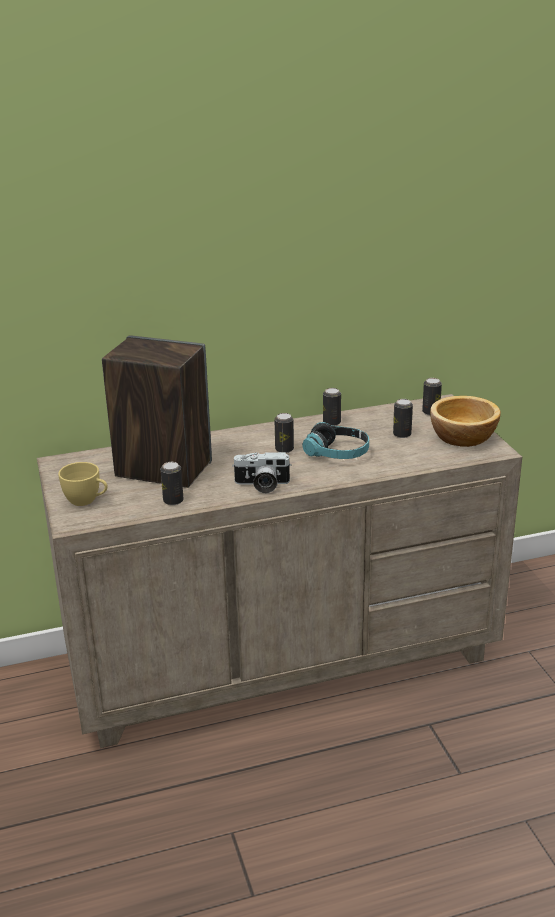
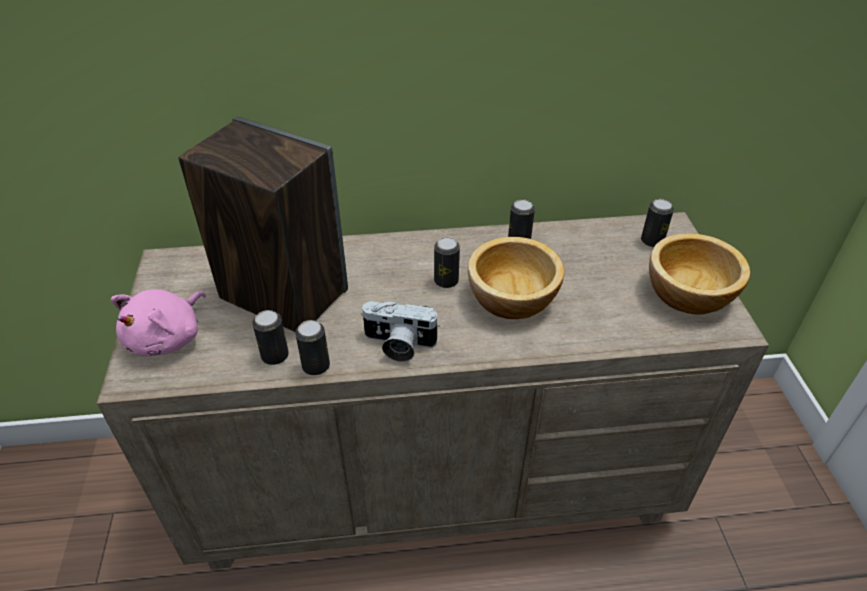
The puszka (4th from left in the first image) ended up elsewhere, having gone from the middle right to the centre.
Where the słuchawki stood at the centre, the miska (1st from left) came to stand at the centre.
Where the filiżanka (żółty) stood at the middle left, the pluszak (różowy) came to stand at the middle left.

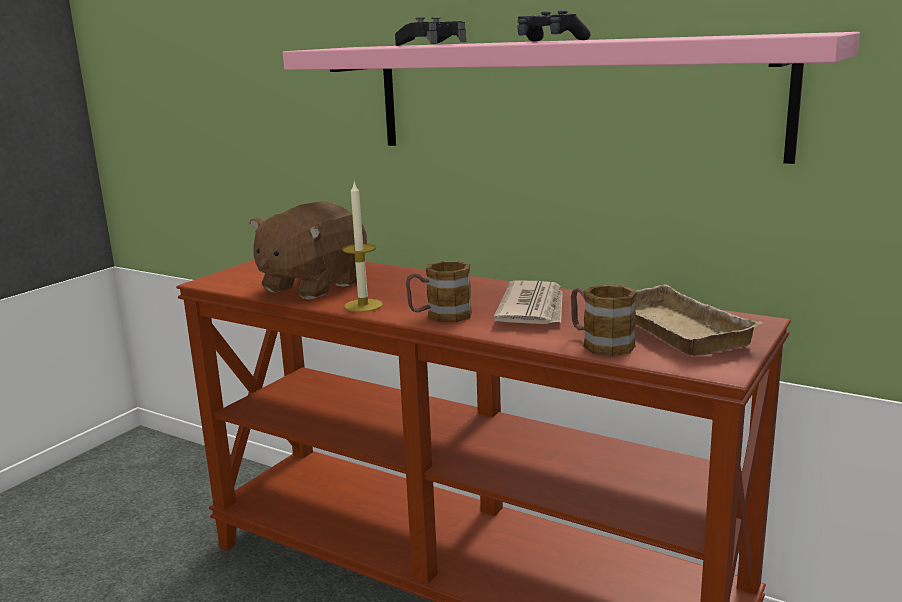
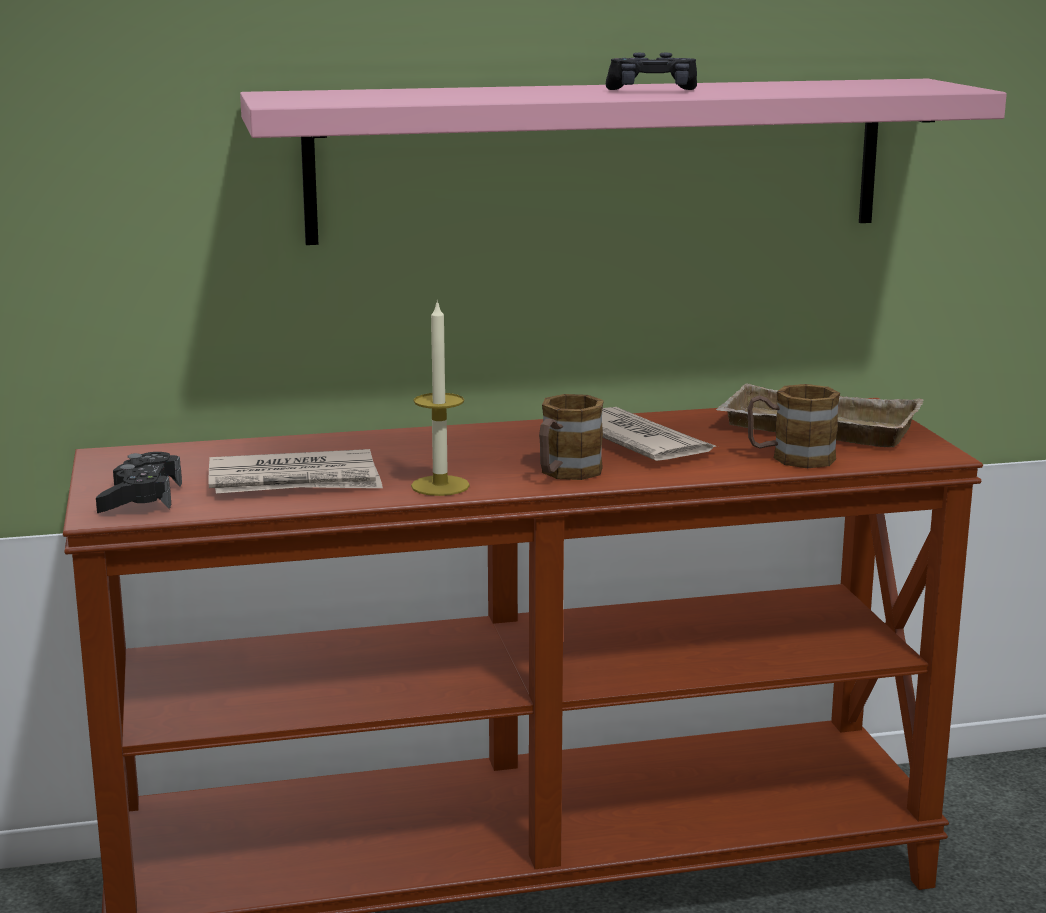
The pad do gier (czarny) (1st from left) ended up elsewhere, having gone from the top centre to the middle left.
Where the pluszak (brązowy) stood at the centre, the gazeta (1st from left) came to stand at the middle left.

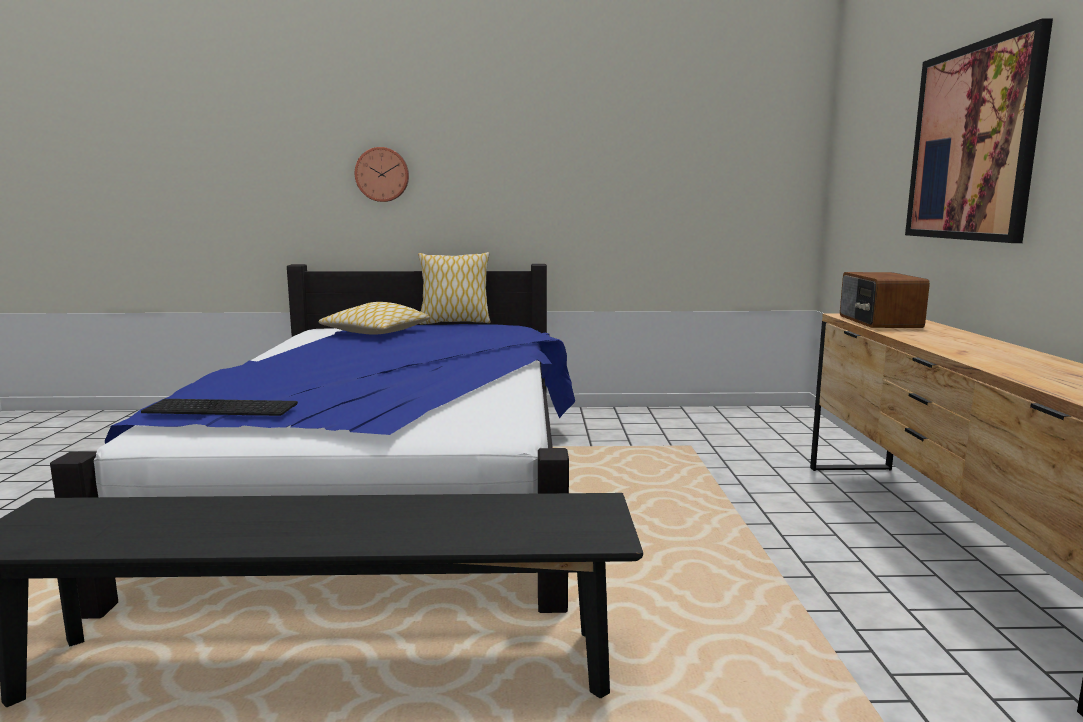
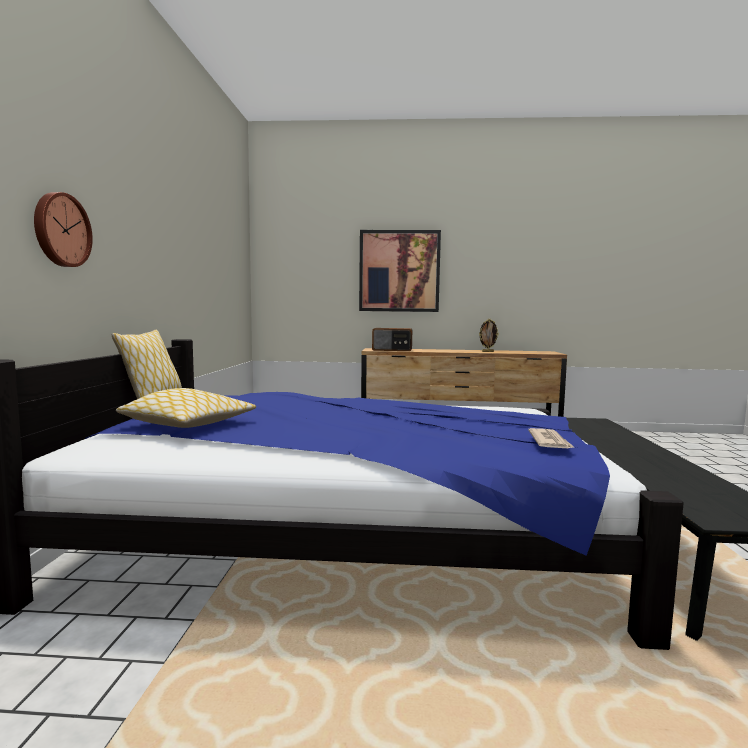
Where the klawiatura stood at the middle left, the gazeta came to stand at the middle right.
The second view gained the ramka na zdjęcie at the centre.

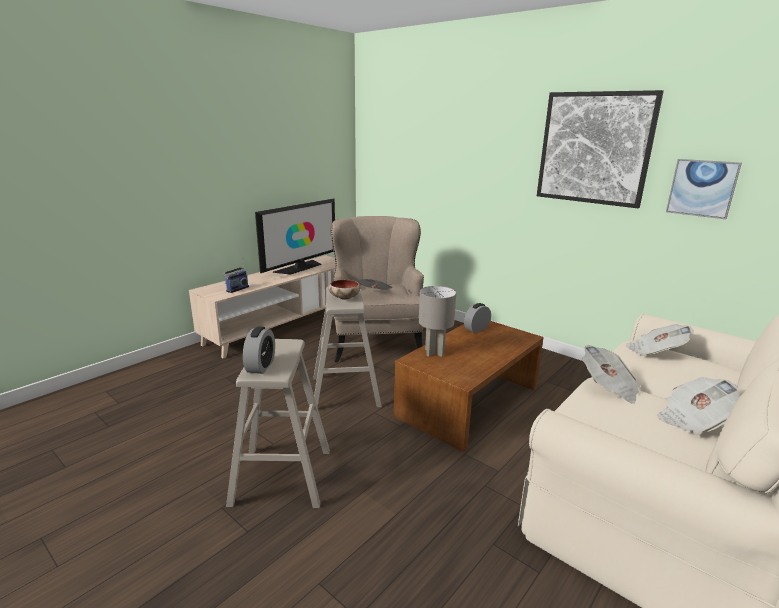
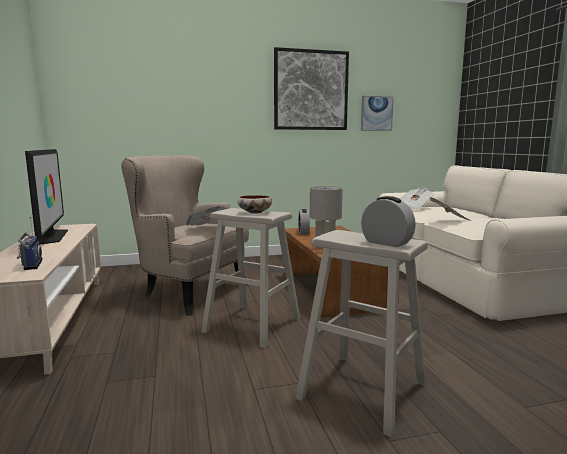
The second view lost the gazeta (4th from left) at the bottom right.

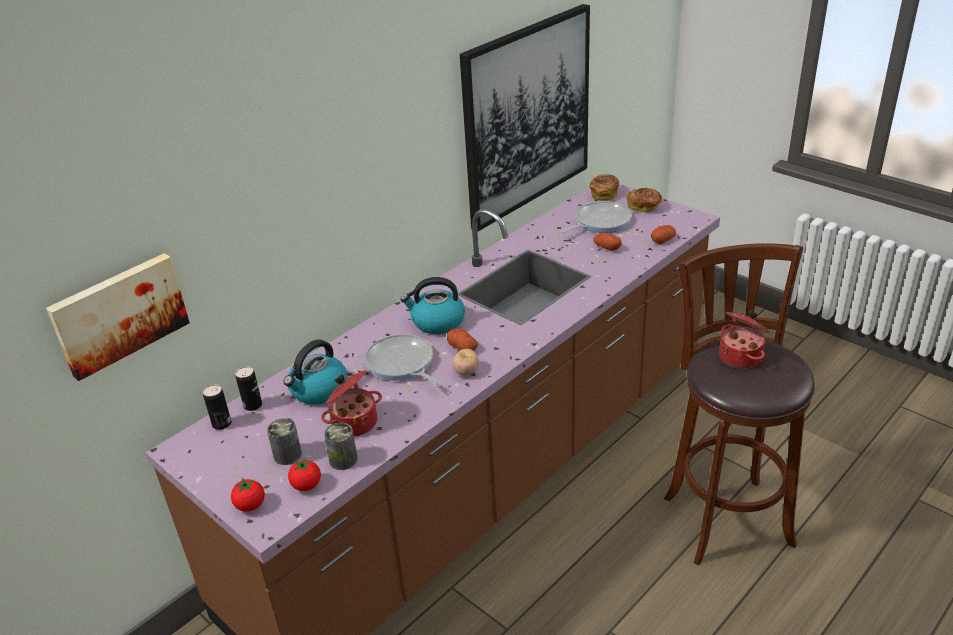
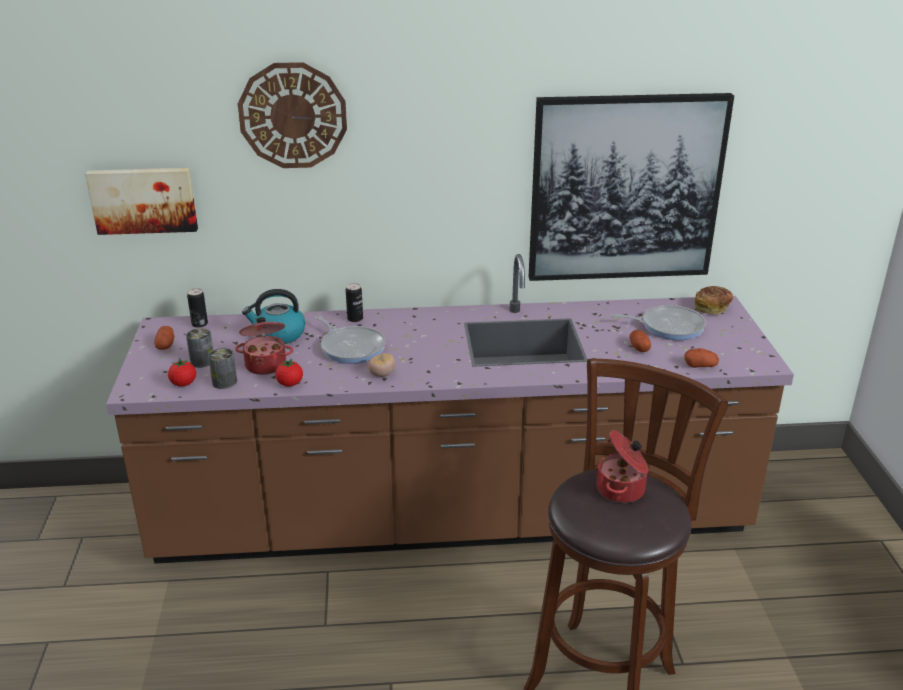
The second view lost the chleb (2nd from left) at the top right.
The second view lost the czajnik (2nd from left) at the centre.
The ziemniak (1st from left) ended up elsewhere, having gone from the centre to the middle left.
The patelnia (1st from left) at the centre ended up facing another way, 135 degrees clockwise from before.
The puszka (2nd from left in the first image) ended up elsewhere, having gone from the middle left to the centre.
The pomidor (1st from left in the first image) ended up elsewhere, having gone from the bottom left to the middle left.
The second view gained the zegar ścienny at the top left.

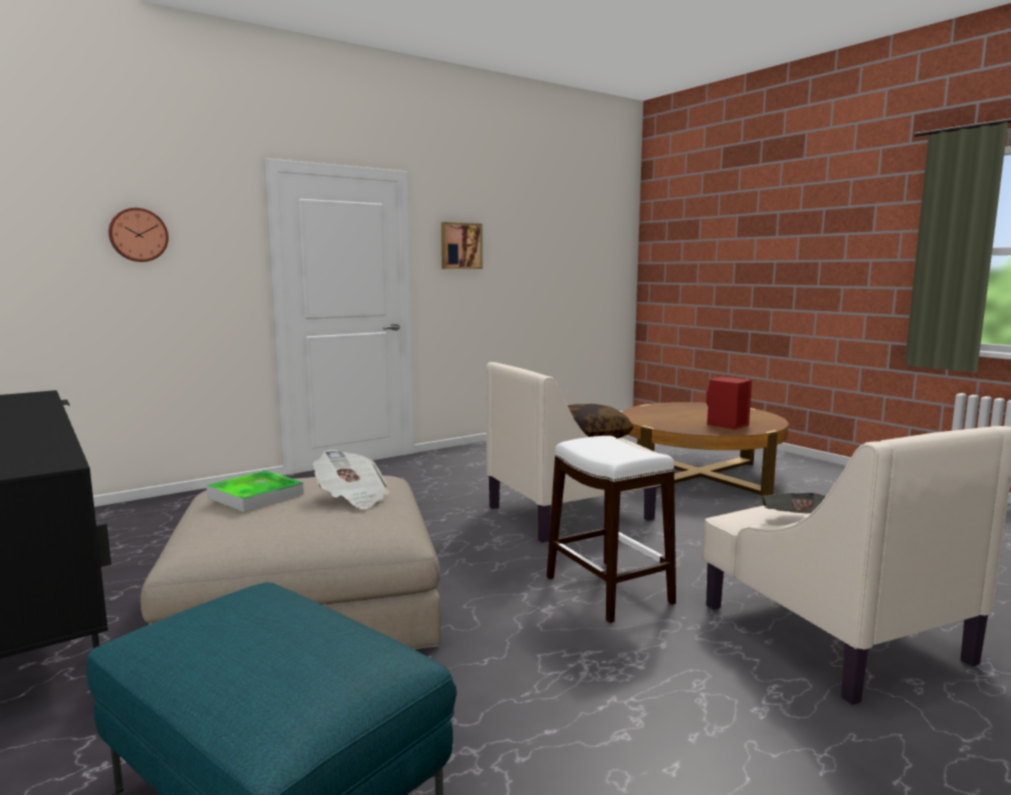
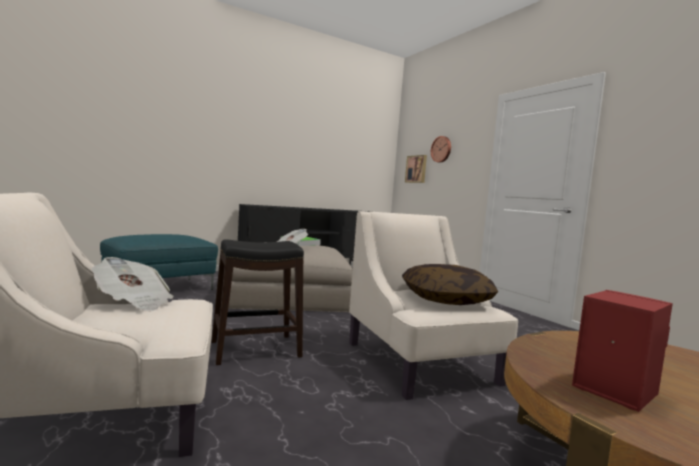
The obraz ended up elsewhere, having gone from the top centre to the centre.
What was the stołek (biały) at the centre turned into the stołek (czarny) at the centre.

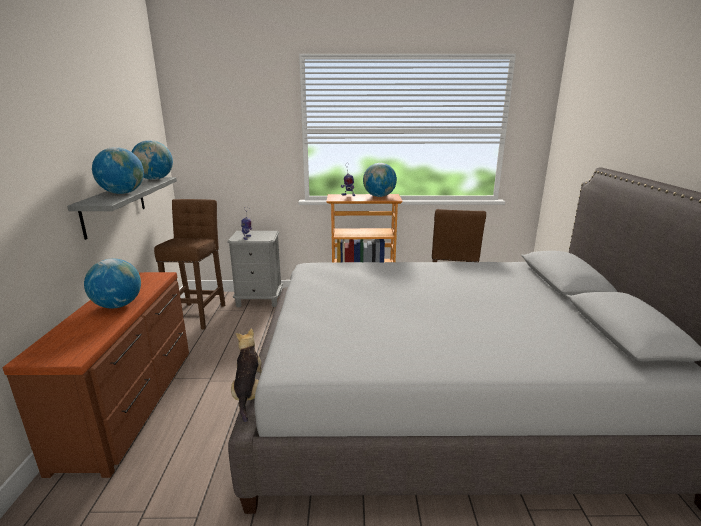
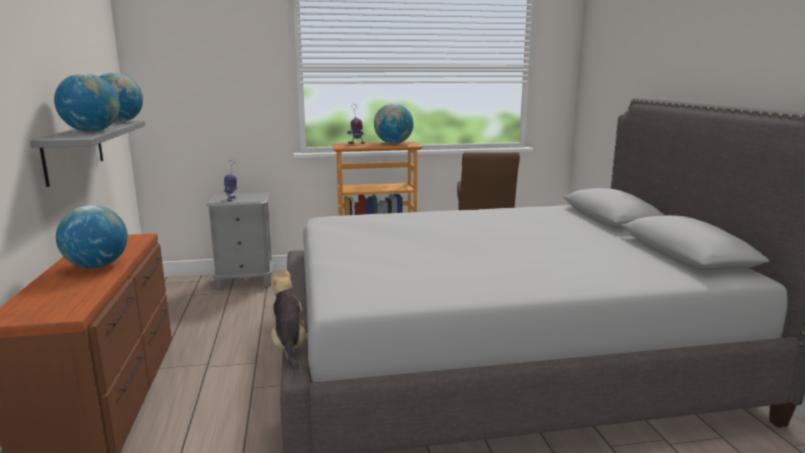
The second view lost the stołek (brązowy) (1st from left) at the middle left.

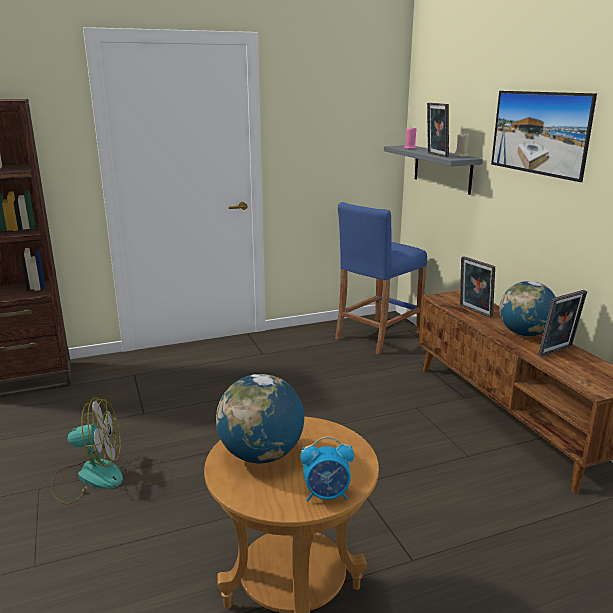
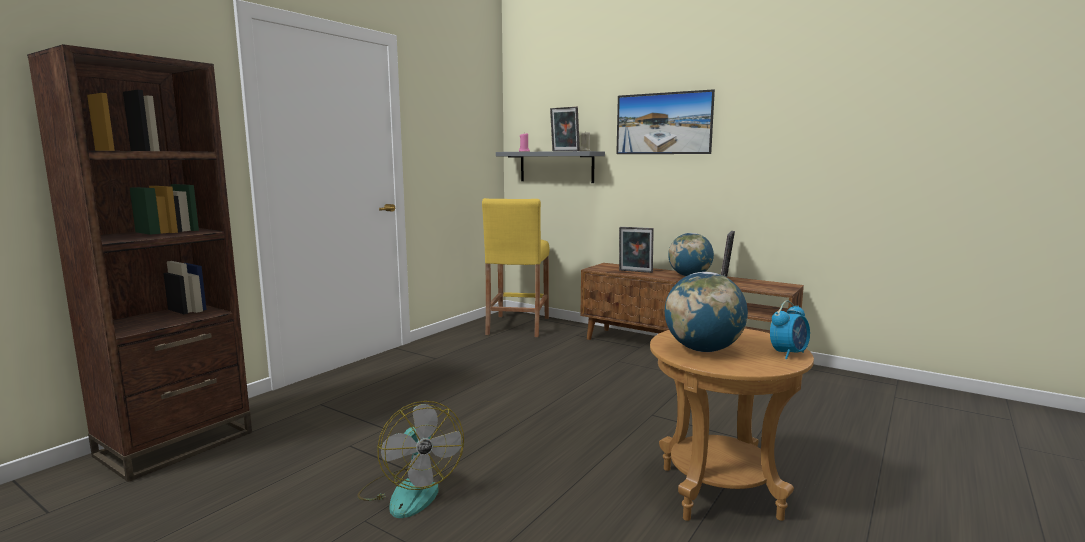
What was the stołek (niebieski) at the centre turned into the stołek (żółty) at the centre.
The wentylator at the bottom left ended up facing another way, 105 degrees clockwise from before.

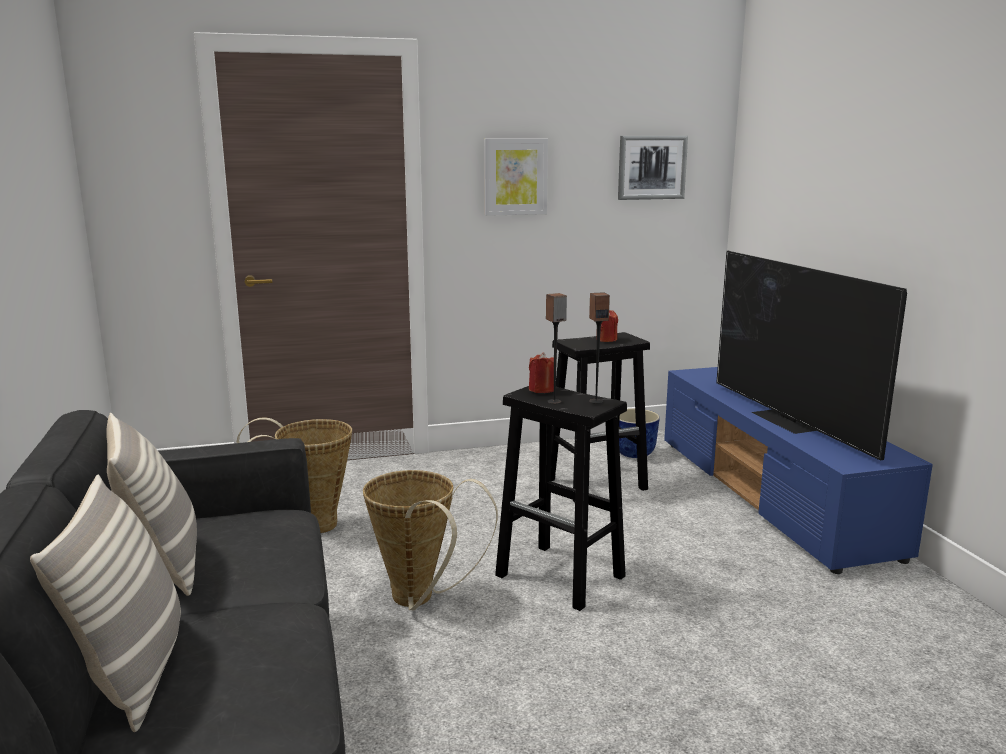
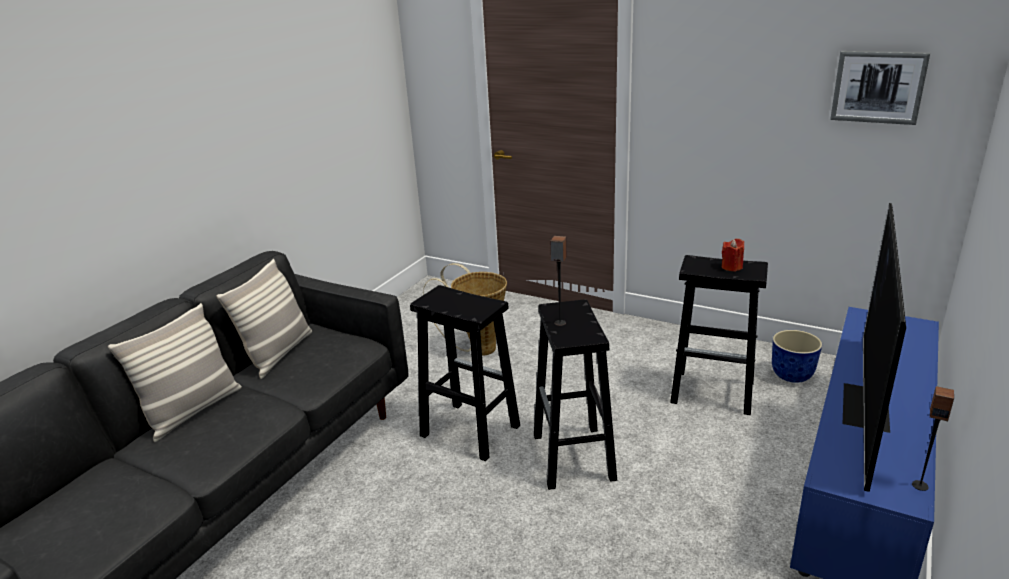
The second view lost the obraz (1st from left) at the top centre.
The głośnik (2nd from left) ended up elsewhere, having gone from the centre to the bottom right.
The second view lost the świeca (czerwony) (1st from left) at the centre.
Where the koszyk (2nd from left) stood at the bottom centre, the stołek (czarny) (1st from left) came to stand at the centre.

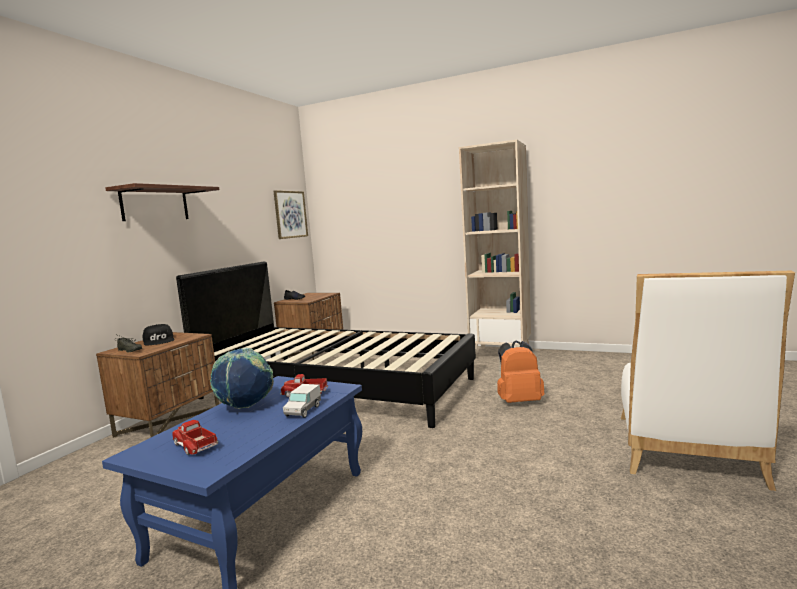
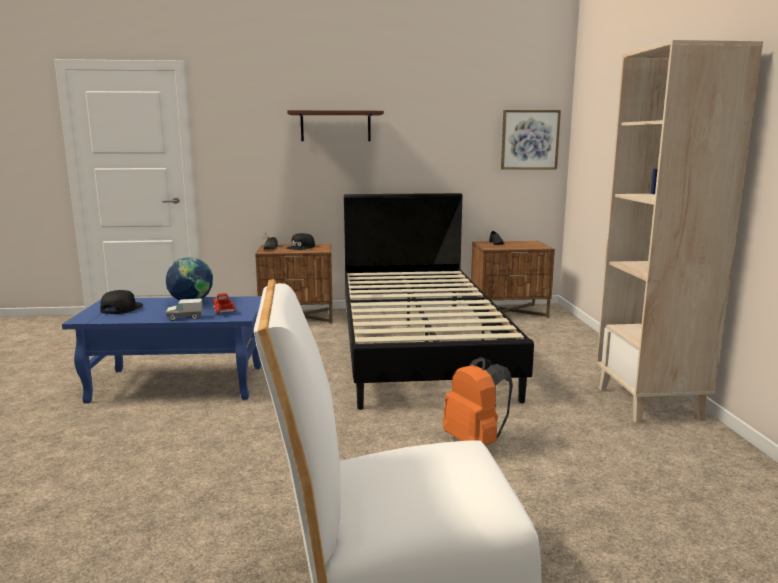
Where the ciężarówka zabawkowa (1st from left) stood at the bottom left, the czapka z daszkiem (czarny) (1st from left) came to stand at the middle left.

